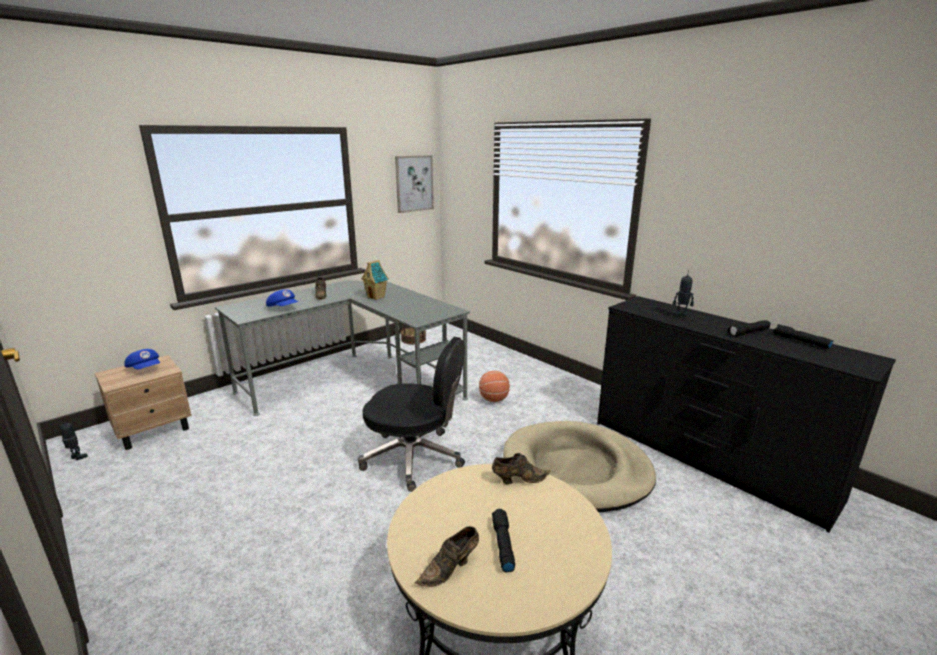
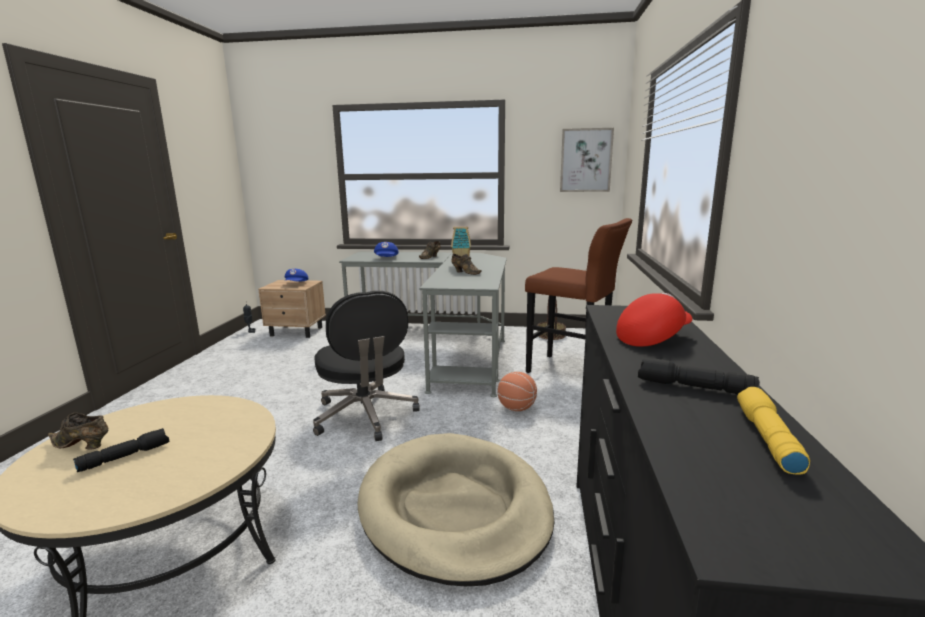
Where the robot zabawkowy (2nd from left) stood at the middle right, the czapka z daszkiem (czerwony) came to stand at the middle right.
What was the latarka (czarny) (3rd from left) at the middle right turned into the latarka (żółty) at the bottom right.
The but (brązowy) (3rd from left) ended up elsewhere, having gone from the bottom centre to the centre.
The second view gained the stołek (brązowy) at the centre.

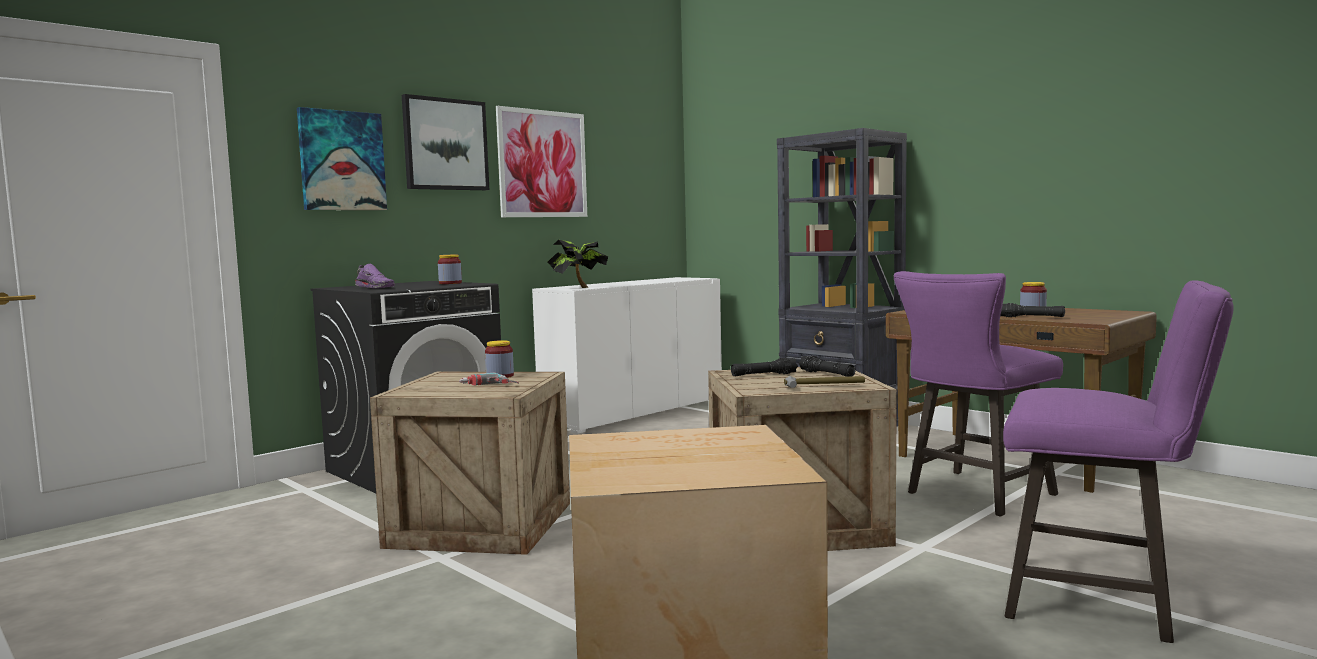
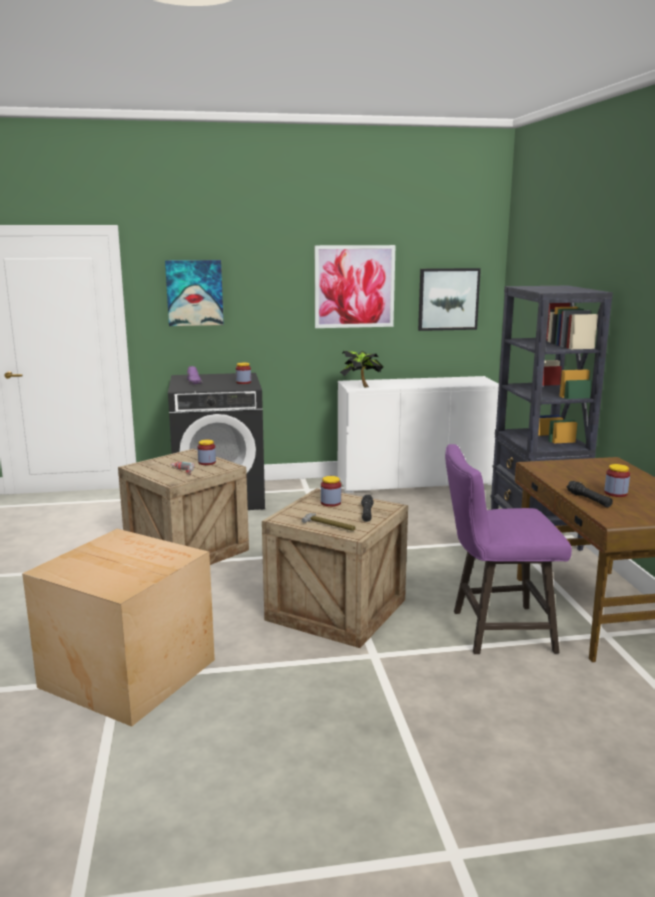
The obraz (2nd from left in the first image) ended up elsewhere, having gone from the top centre to the middle right.
The second view lost the stołek (fioletowy) (2nd from left) at the bottom right.
Where the latarka (czarny) (1st from left) stood at the centre, the słoik (3rd from left) came to stand at the centre.

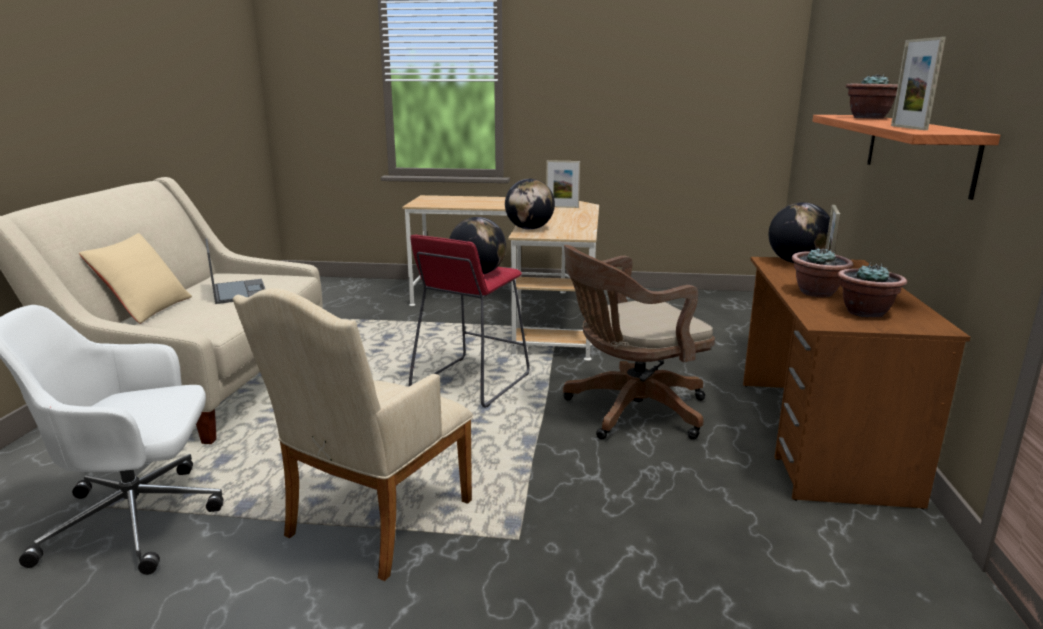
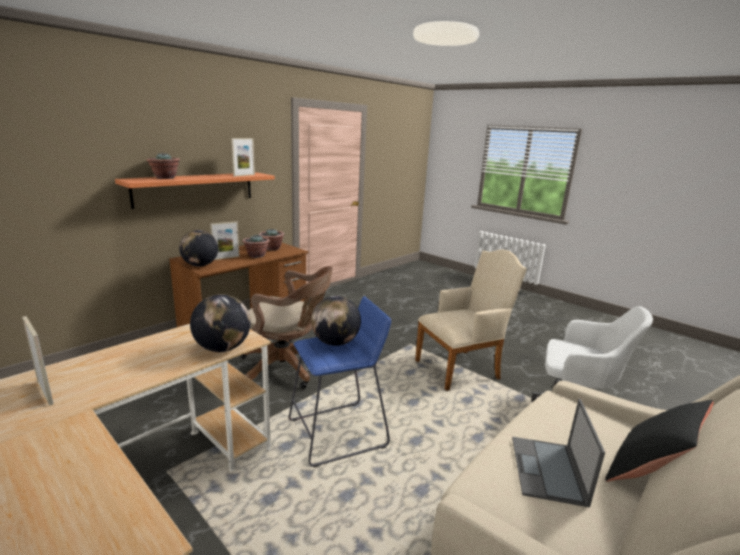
What was the poduszka (beżowy) at the middle left turned into the poduszka (czarny) at the bottom right.
What was the stołek (czerwony) at the centre turned into the stołek (niebieski) at the bottom centre.

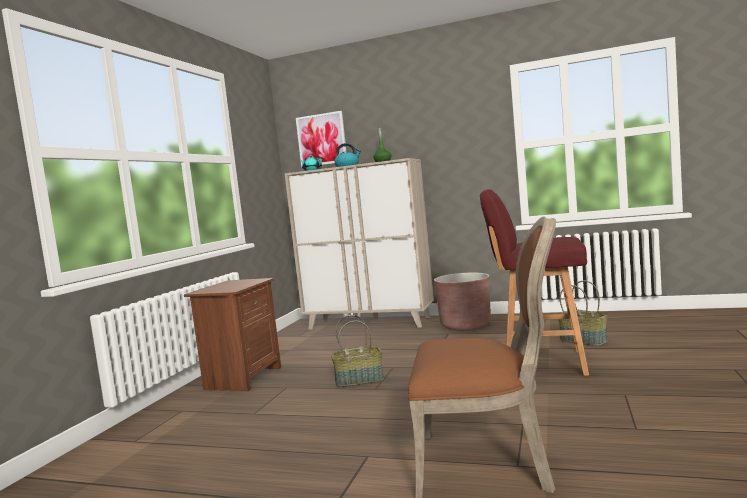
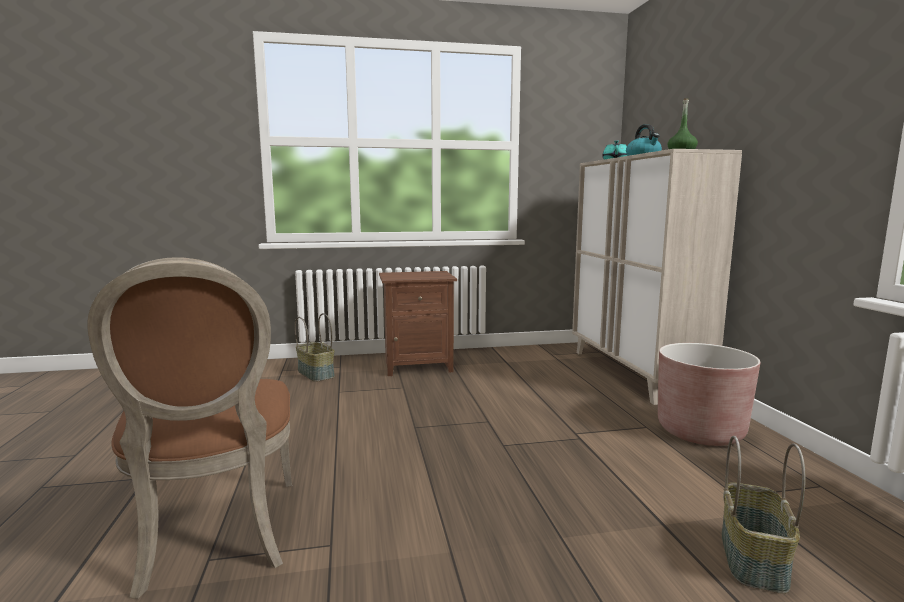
The second view lost the obraz at the top centre.
The second view lost the stołek (czerwony) at the middle right.
The koszyk (1st from left) ended up elsewhere, having gone from the bottom centre to the centre.

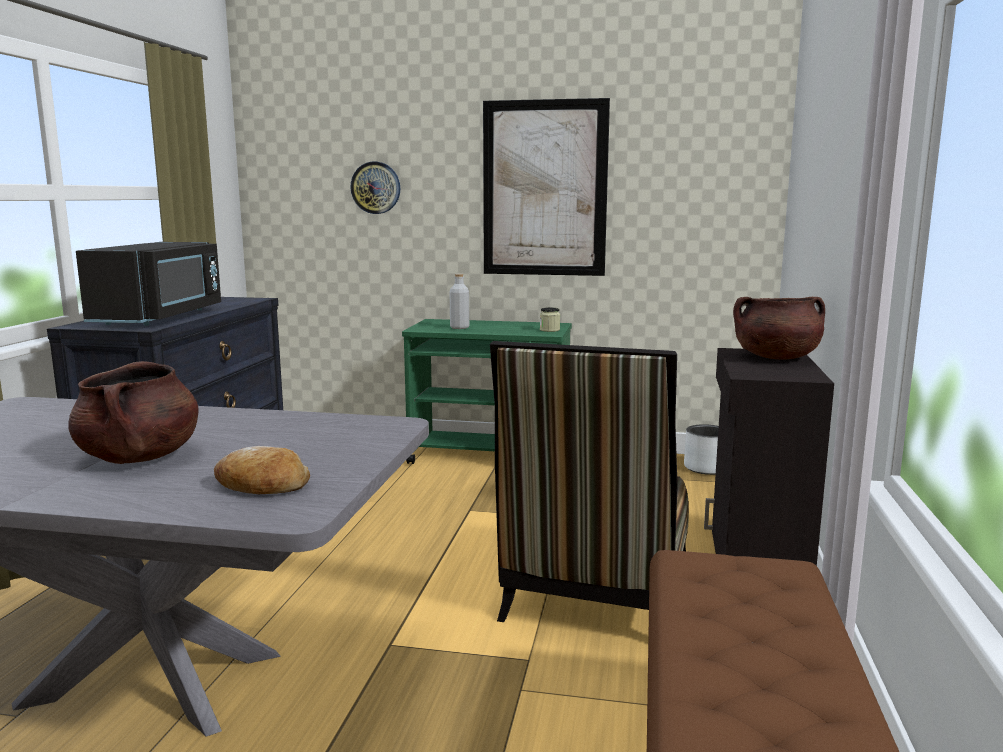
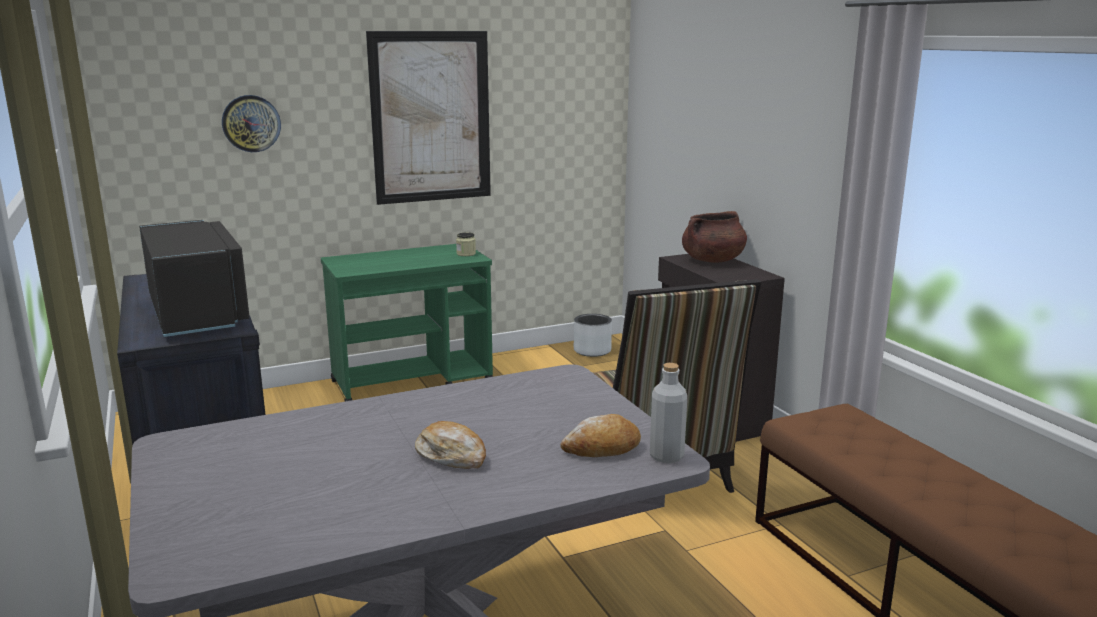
The butelka (szary) ended up elsewhere, having gone from the centre to the bottom centre.
Where the garnek (brązowy) (1st from left) stood at the middle left, the chleb (1st from left) came to stand at the bottom centre.

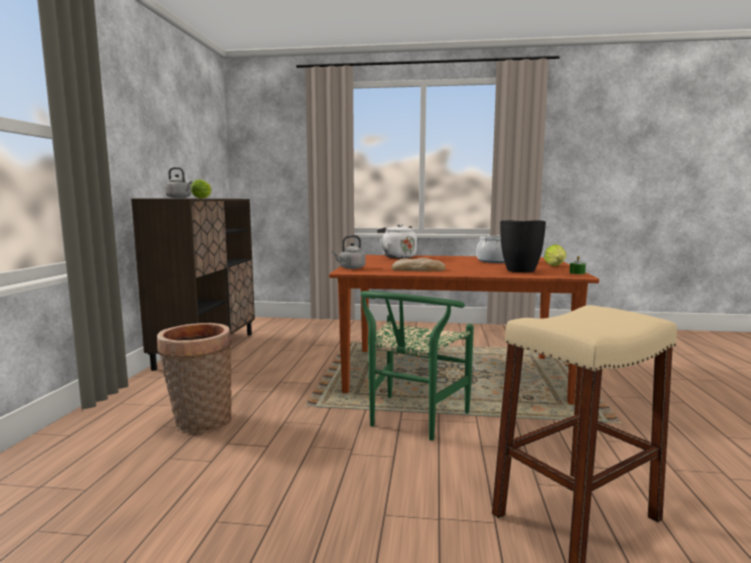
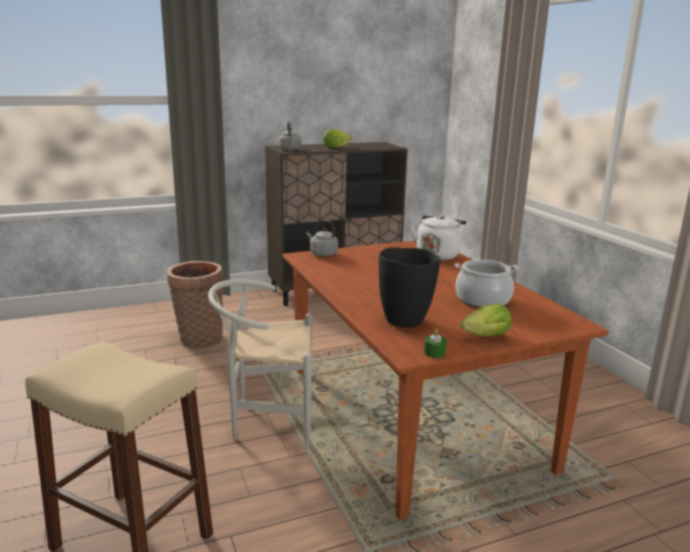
The second view lost the chleb at the centre.
What was the krzesło (zielony) at the centre turned into the krzesło (biały) at the centre.

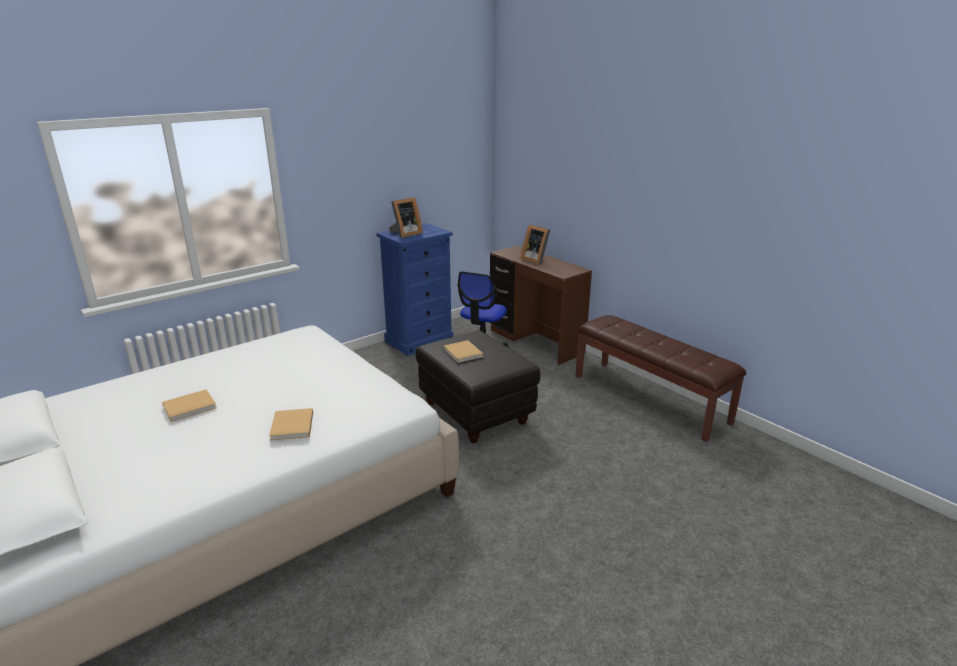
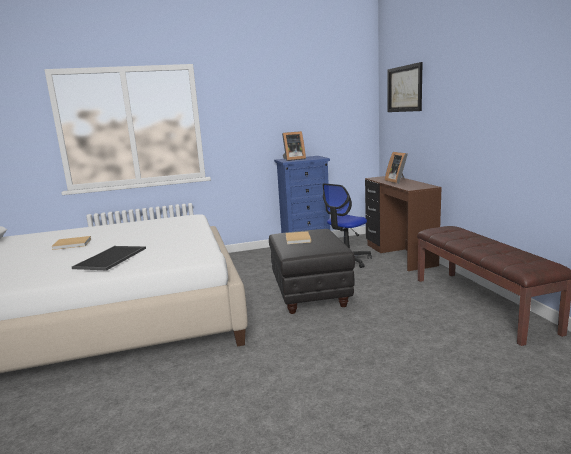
Where the książka (beżowy) (2nd from left) stood at the middle left, the taca came to stand at the middle left.
The second view gained the obraz at the top right.

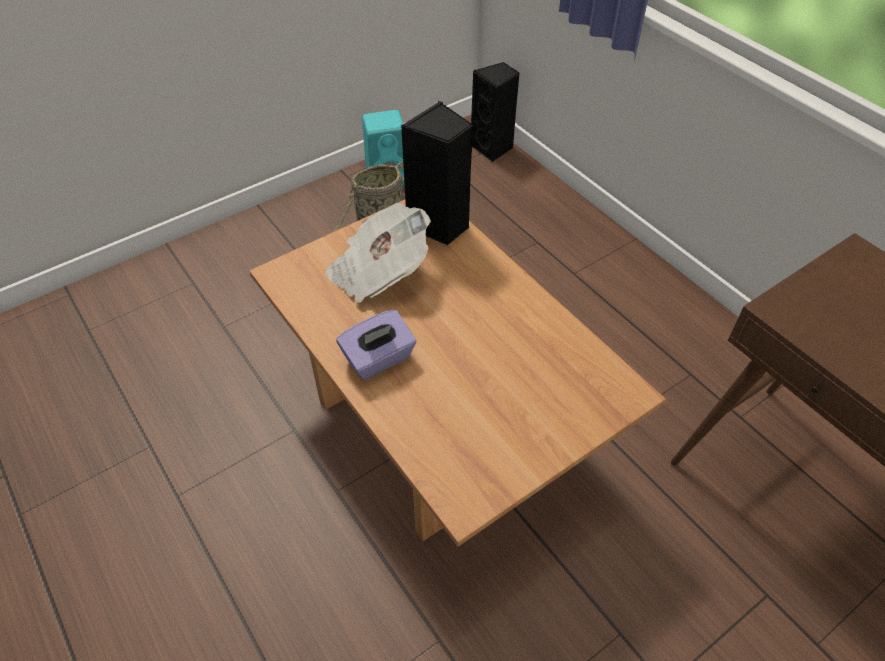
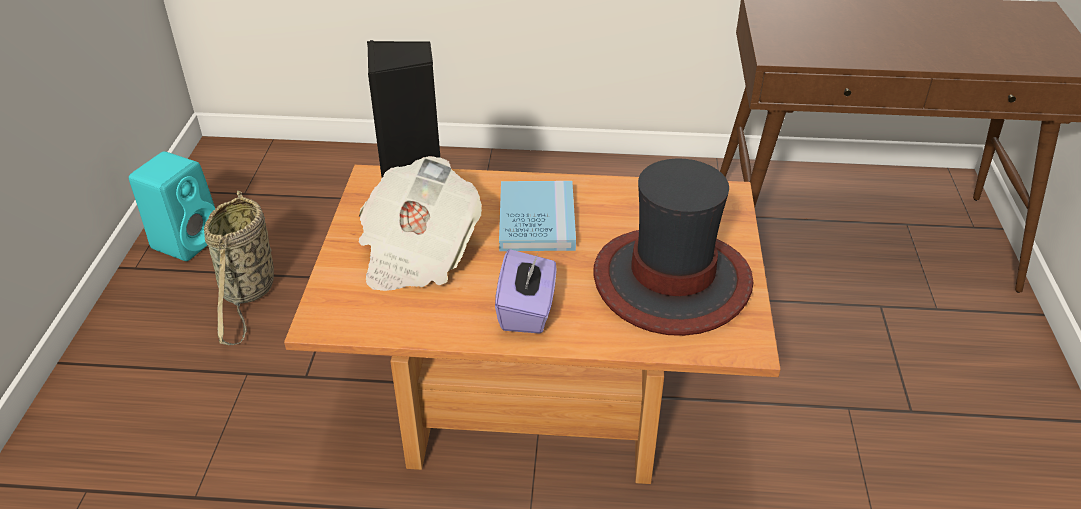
The second view lost the głośnik (czarny) (2nd from left) at the top centre.
The second view gained the kapelusz at the centre.
The second view gained the książka (niebieski) at the centre.

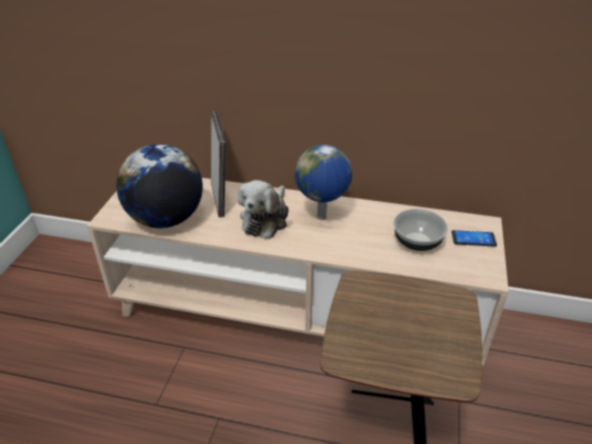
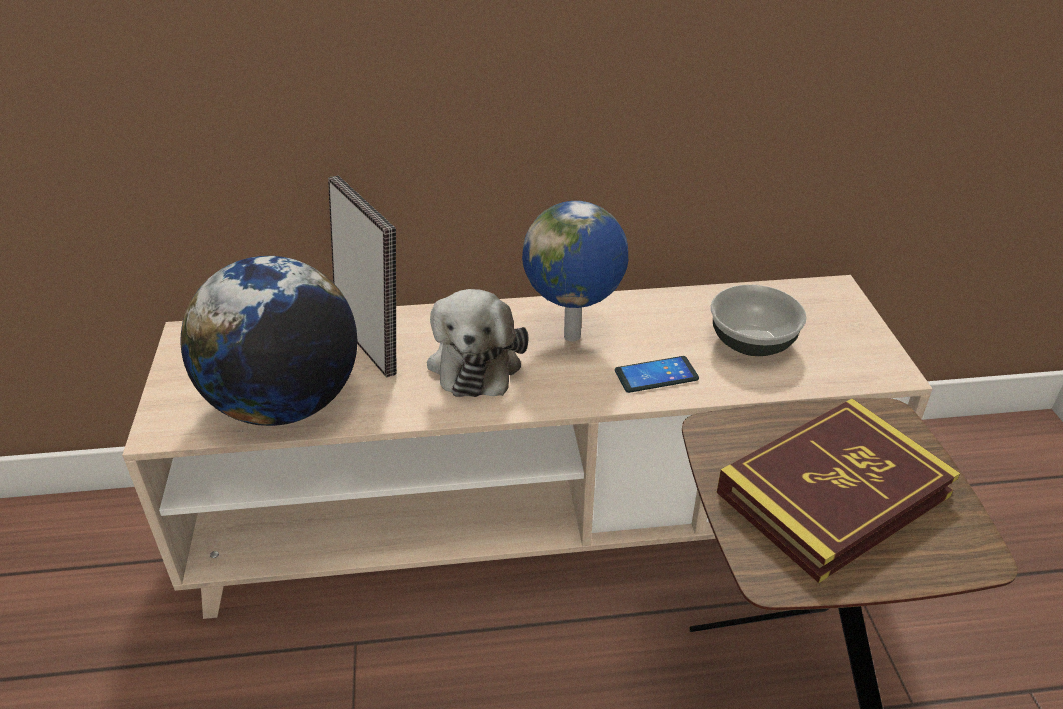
The telefon ended up elsewhere, having gone from the middle right to the centre.
The second view gained the książka at the bottom right.

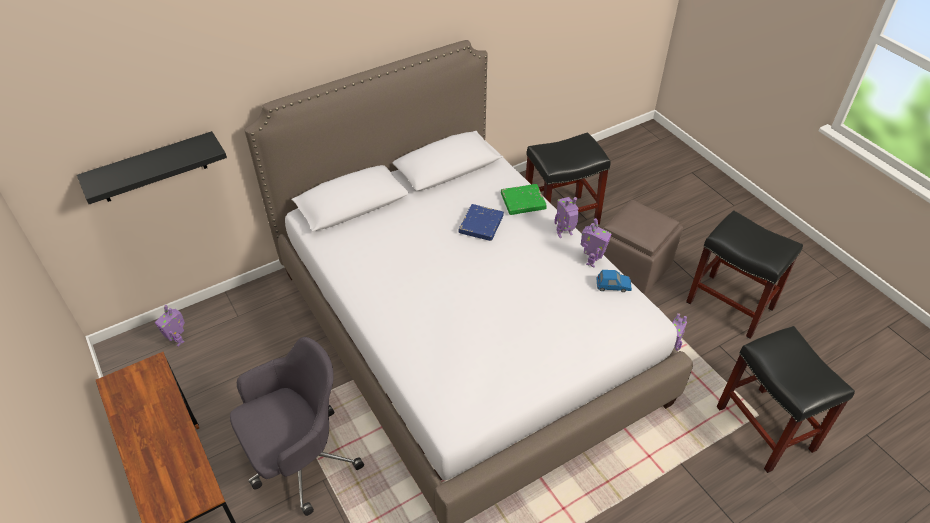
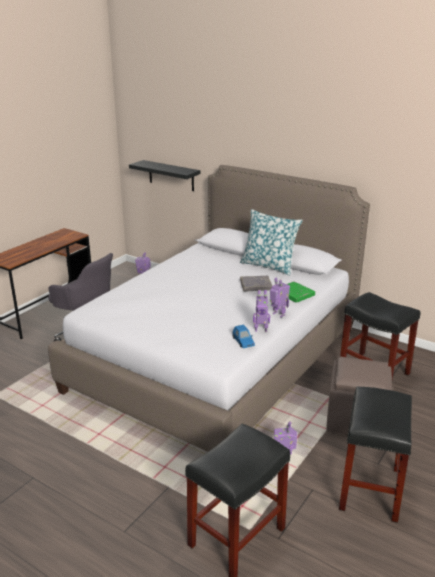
What was the książka (niebieski) at the centre turned into the książka (szary) at the centre.
The second view gained the poduszka at the centre.

